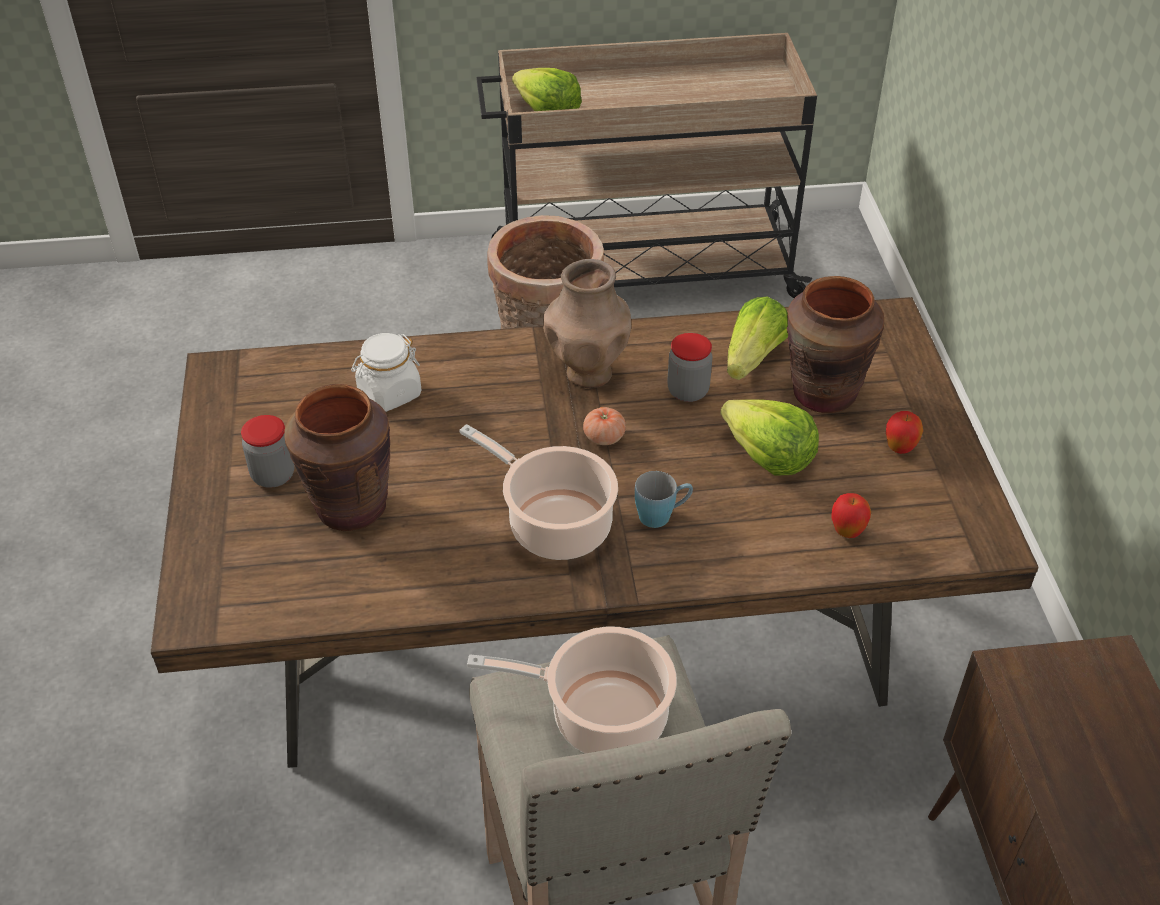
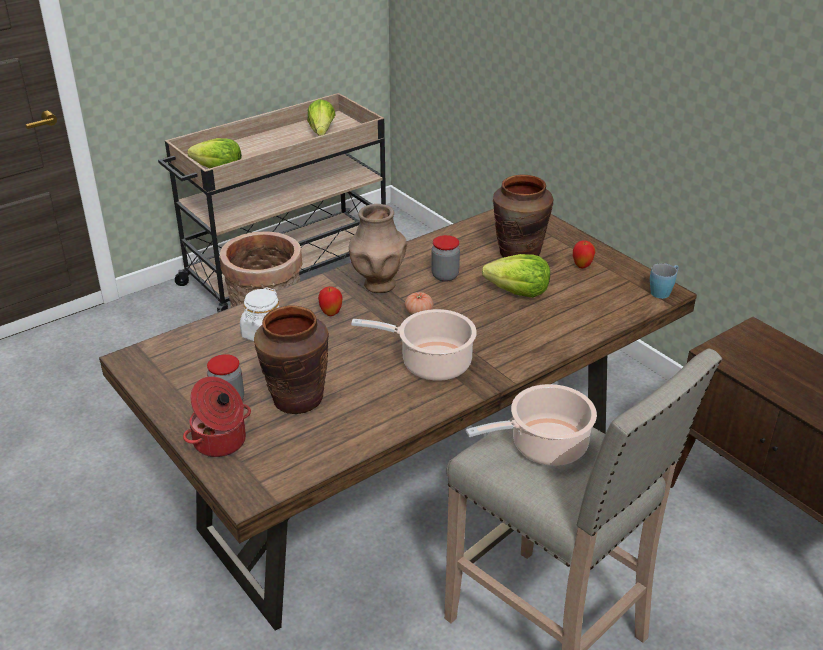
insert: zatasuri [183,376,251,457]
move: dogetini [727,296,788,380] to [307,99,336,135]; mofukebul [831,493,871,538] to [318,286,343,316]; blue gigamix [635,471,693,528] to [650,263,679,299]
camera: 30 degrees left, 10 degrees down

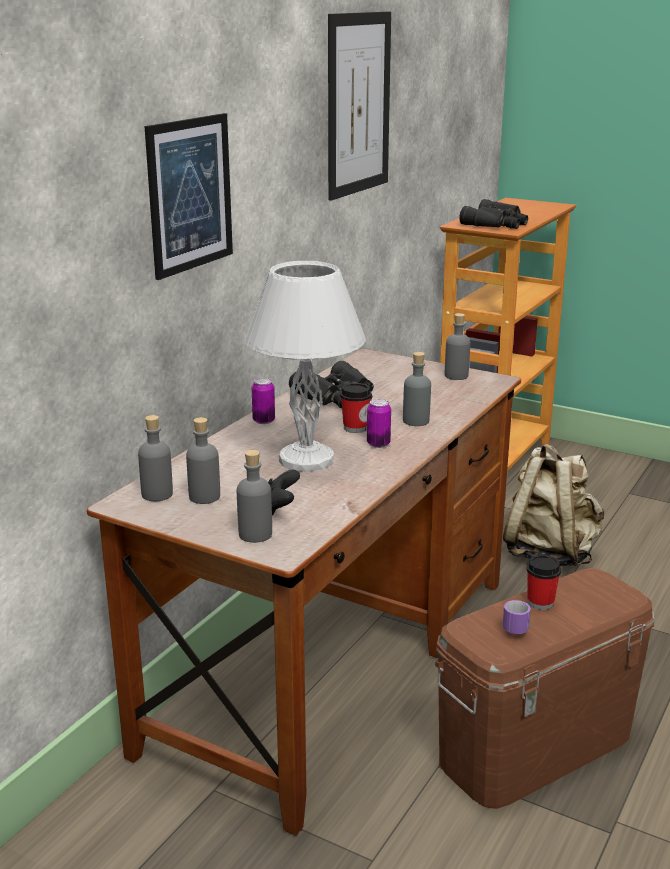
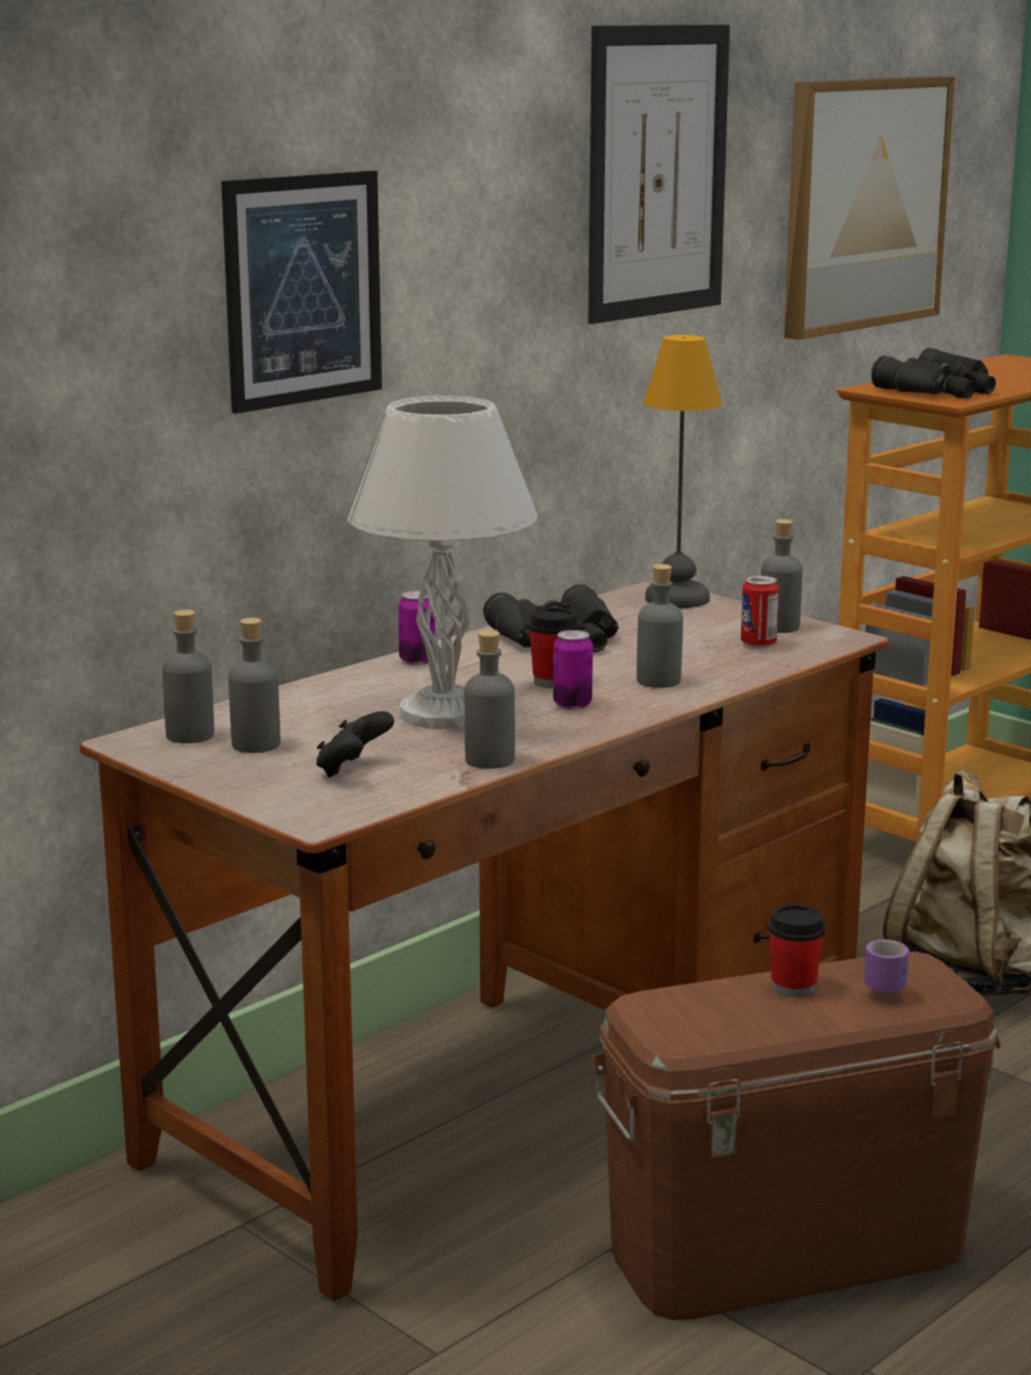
insert: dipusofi [643,335,722,608]; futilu [741,576,779,648]; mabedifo [784,76,955,340]
move: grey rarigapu [237,450,272,543] to [464,630,515,769]; gigamix [503,600,531,634] to [864,939,909,992]
camera: 15 degrees right, 5 degrees down

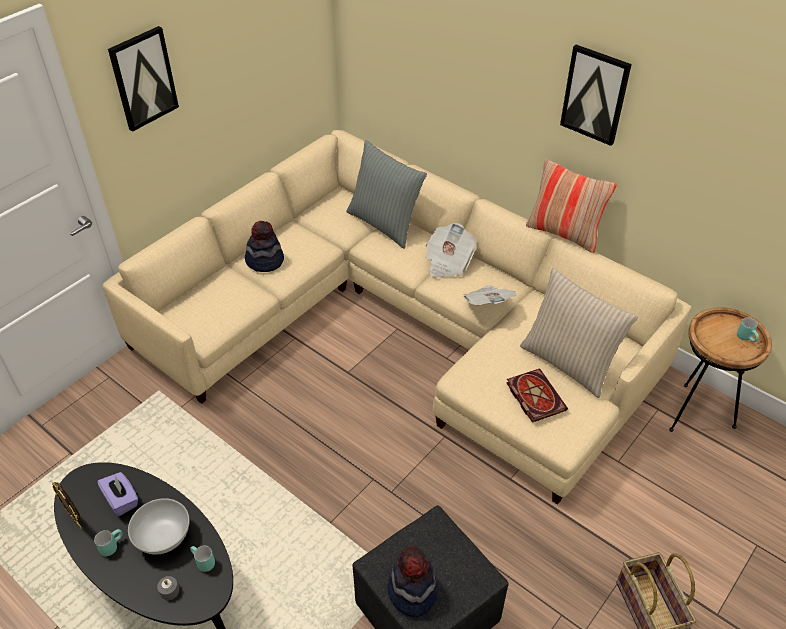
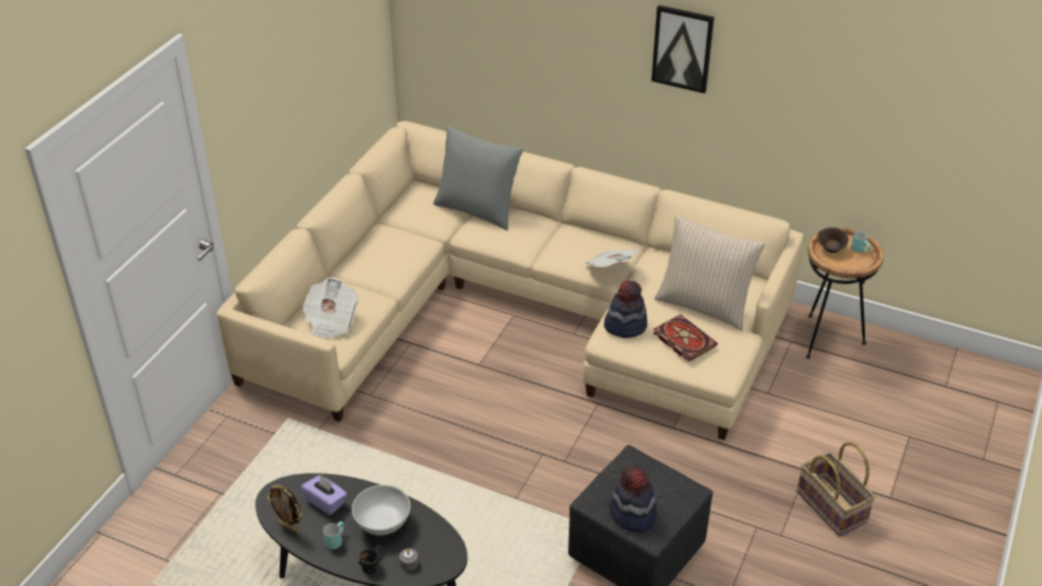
delete: mabedifo [108,26,179,132]; turquoise gigamix [190,546,215,572]; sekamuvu [526,159,617,253]
insert: black gigamix [358,545,381,574]; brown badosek [818,227,848,253]
move: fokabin [426,223,477,278] to [302,277,359,340]; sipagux [245,221,284,272] to [604,281,647,338]
camera: 15 degrees left, 5 degrees down

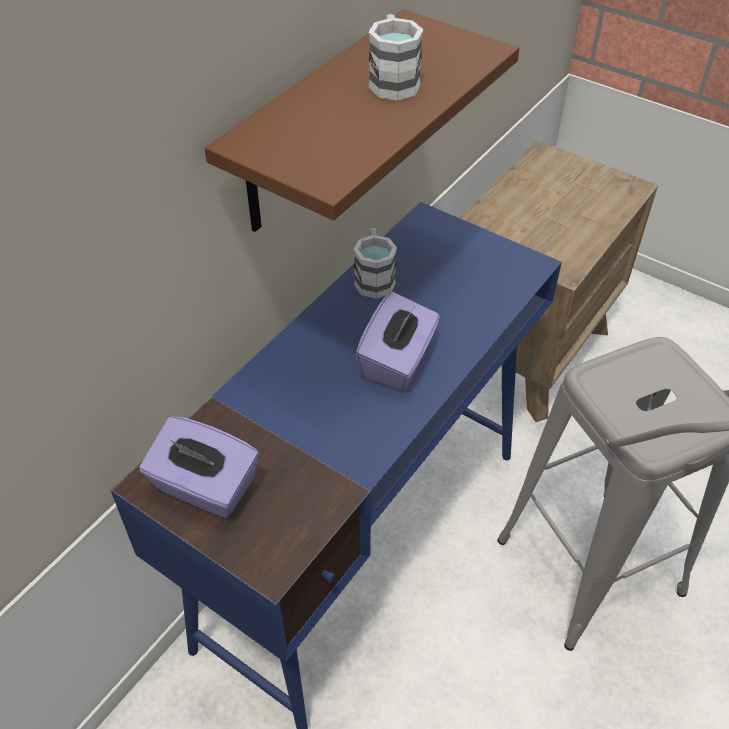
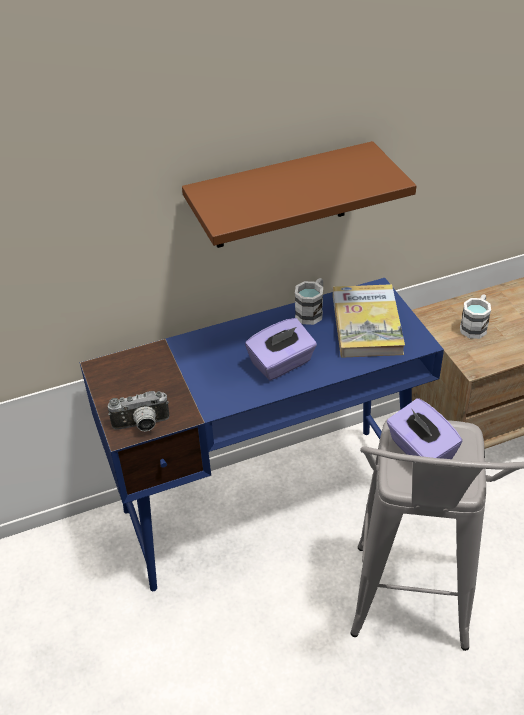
insert: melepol [108,391,169,431]; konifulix [333,284,405,358]
move: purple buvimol [139,416,259,518] to [387,398,463,459]; white gigamix [368,14,423,101] to [460,295,491,339]
camera: 35 degrees right, 5 degrees down

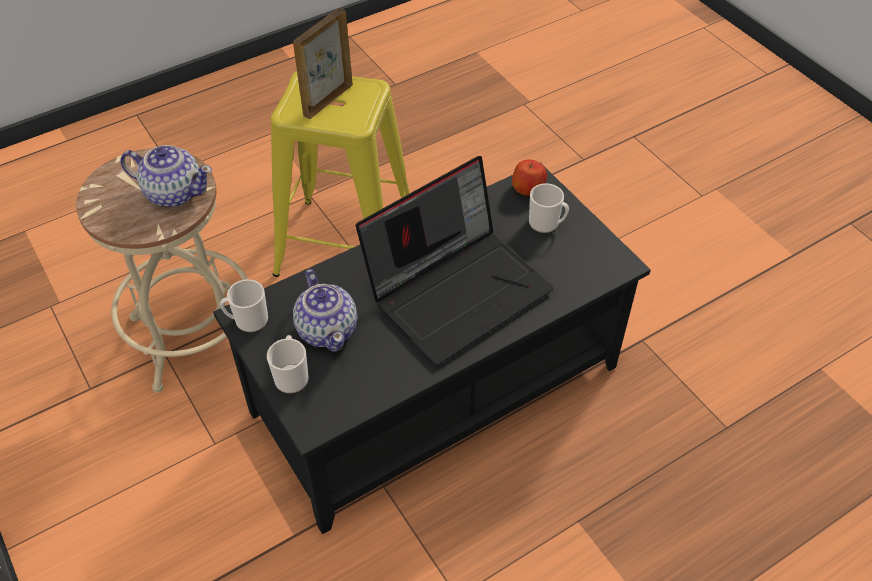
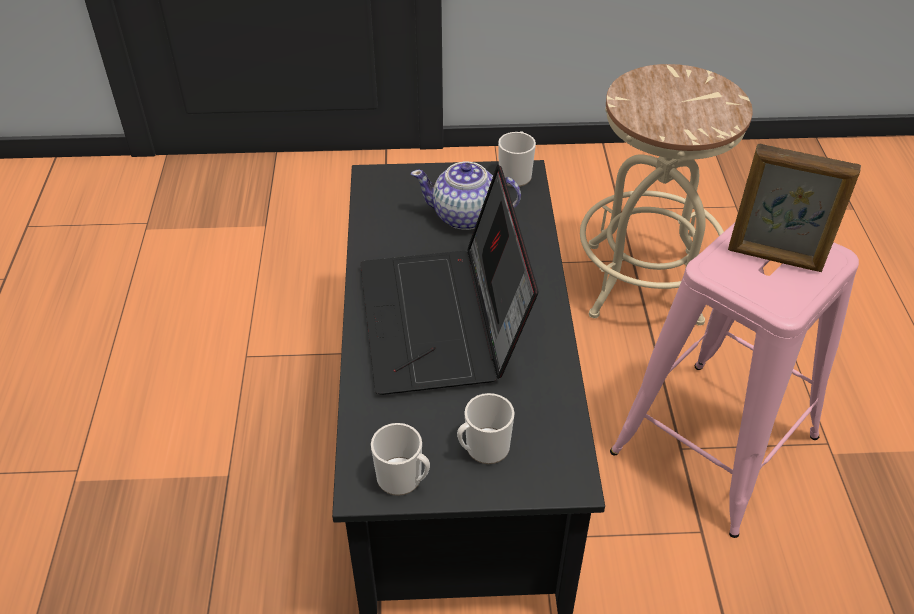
delete: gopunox [120,145,212,207]; mofukebul [512,160,547,196]
move: gigamix [267,335,309,393] to [371,423,430,496]
recolor: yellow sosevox [271,71,410,277] to pink sosevox [610,223,859,538]
rotate: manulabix [293,8,353,119] = [728,143,861,272] 135 degrees clockwise
camera: 120 degrees right, 5 degrees down

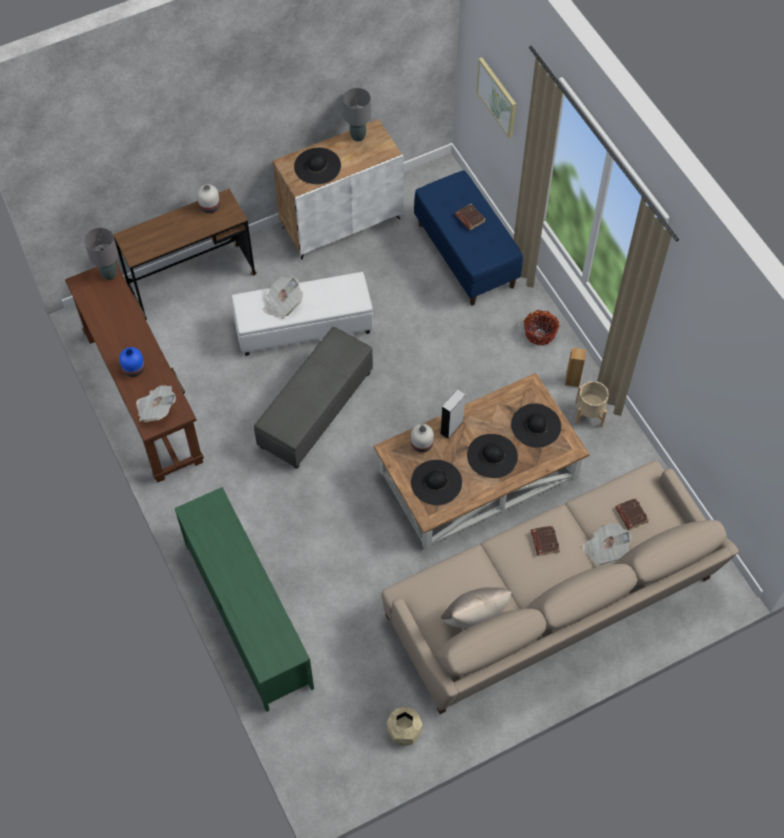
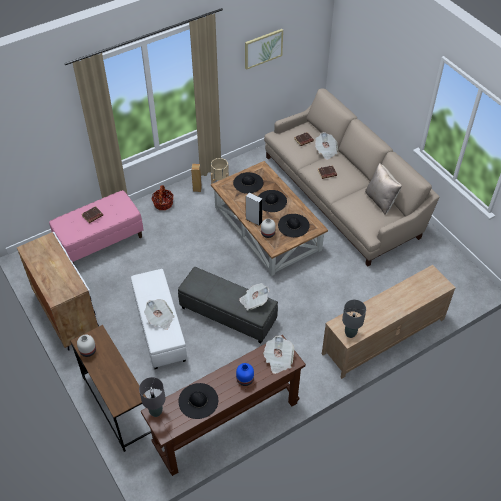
delete: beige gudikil [386,707,423,746]
insert: fokabin [239,283,269,311]
move: black sipagux [294,148,341,184] to [178,383,218,419]; mabedifo [476,57,516,138] to [245,29,283,70]; grey dipusofi [343,88,371,142] to [342,300,366,338]
recolor: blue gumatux [414,170,523,306] to pink gumatux [49,190,144,264]; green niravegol [174,487,314,712] to beige niravegol [322,265,456,379]
camera: 95 degrees left, 10 degrees down

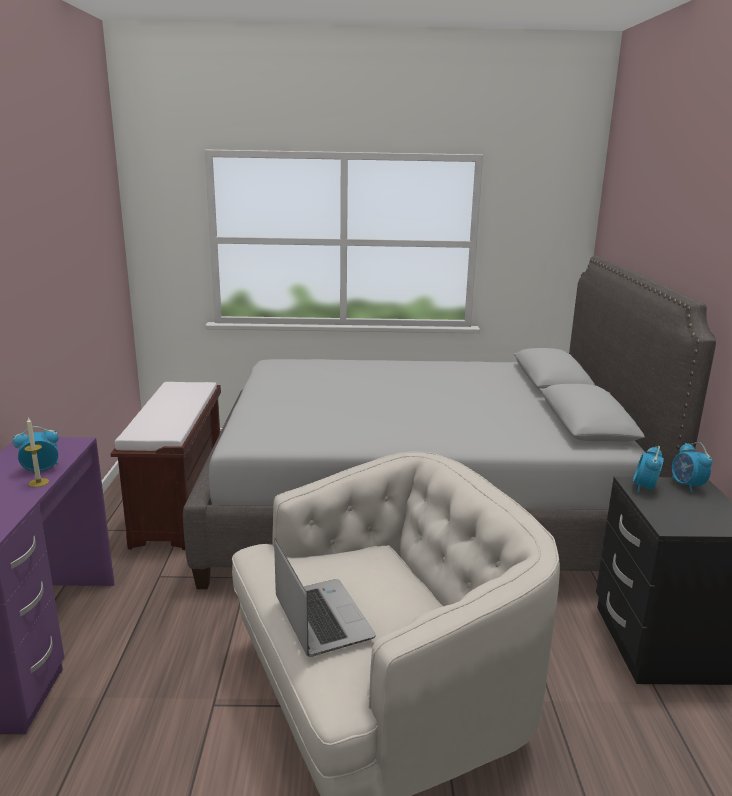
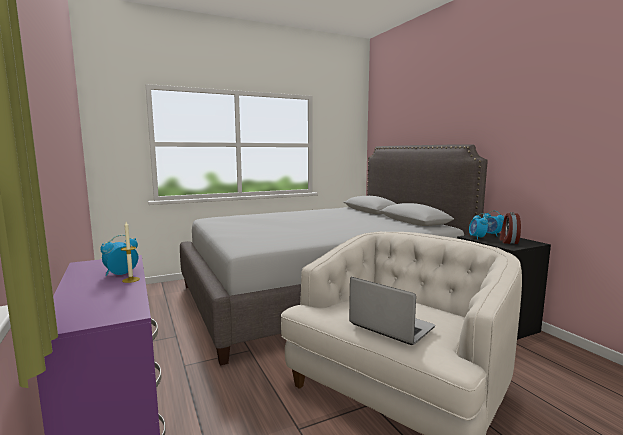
delete: brown gumatux [110,382,221,550]
insert: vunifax [500,212,521,244]
camera: 25 degrees left, 10 degrees down

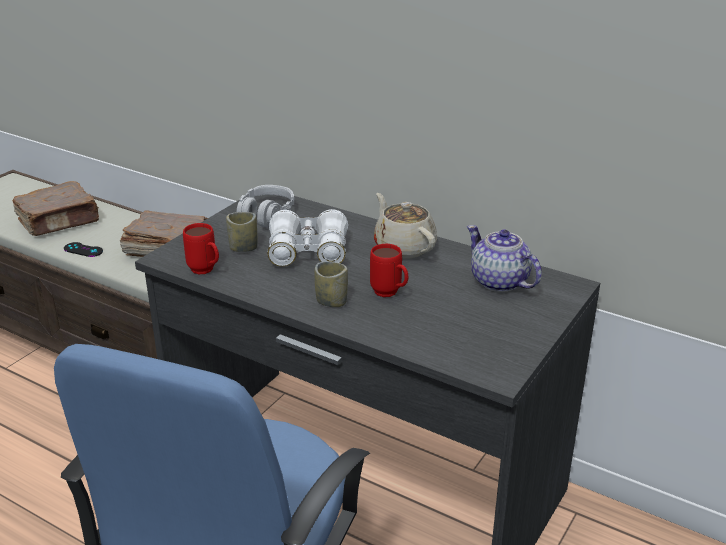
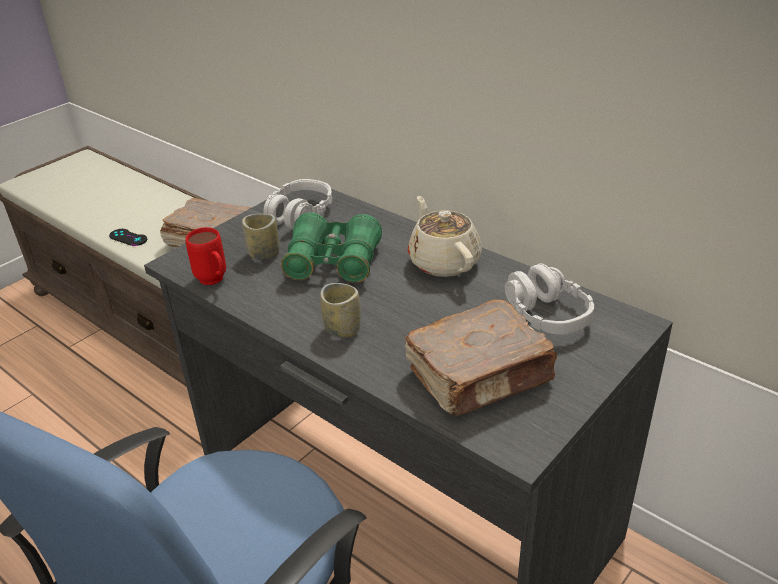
delete: red gigamix [370,244,409,297]
move: brown konifulix [12,181,99,236] to [405,300,558,416]
replace: gopunox [467,225,542,292] to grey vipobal [505,263,594,335]
recolor: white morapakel [267,209,348,267] to green morapakel [281,212,382,283]
camera: 10 degrees right, 5 degrees up

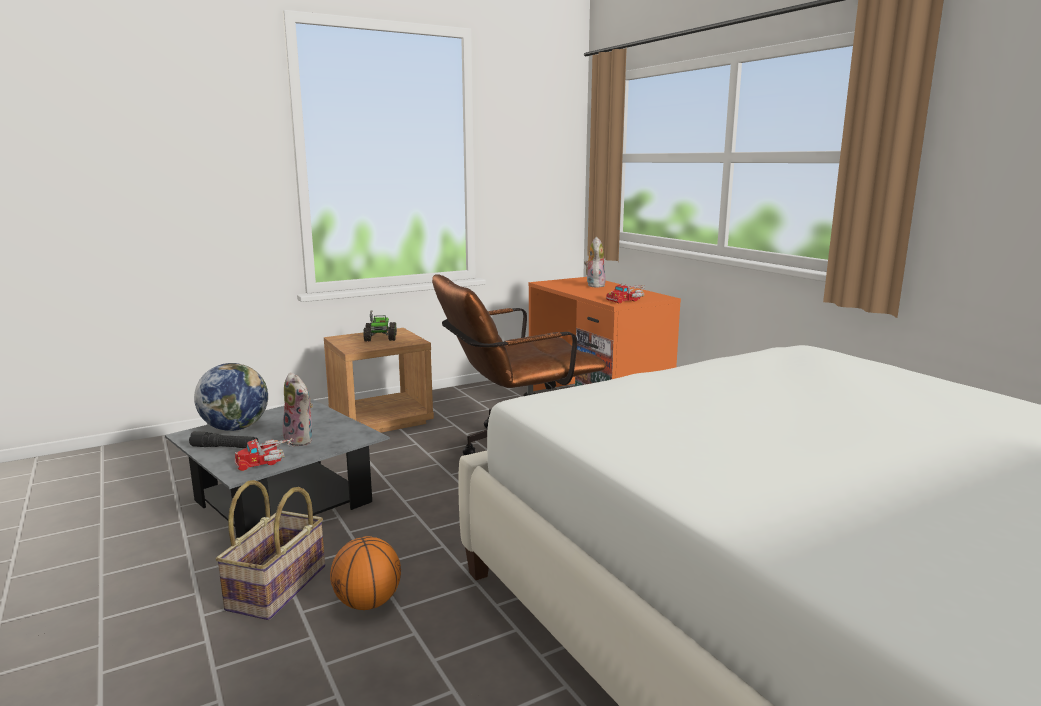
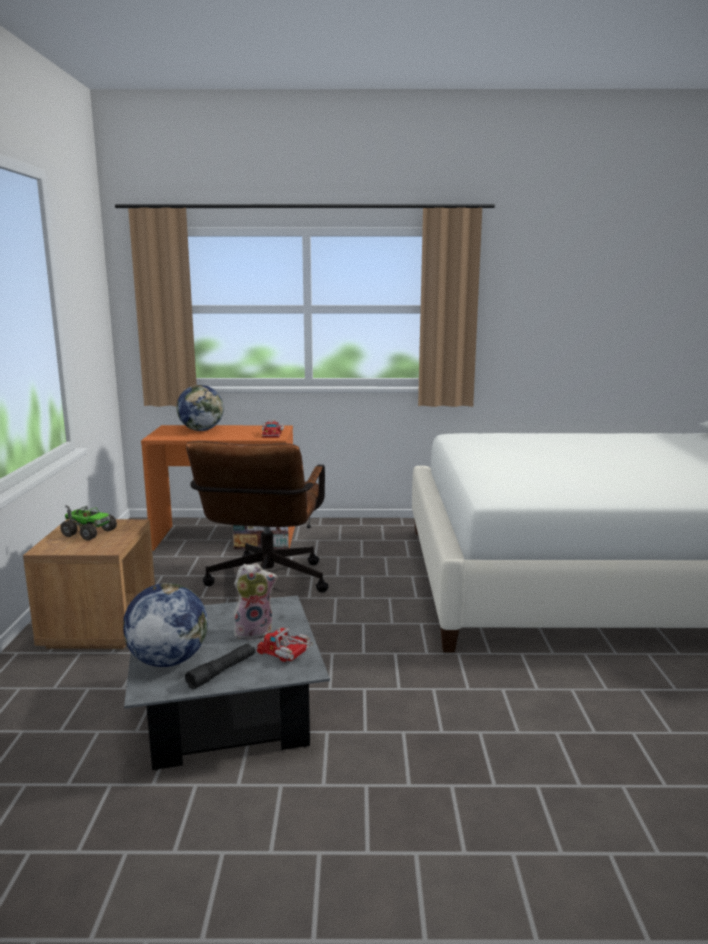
delete: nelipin [216,480,325,620]; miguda [330,536,401,610]
replace: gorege [584,237,606,288] to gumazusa [176,385,224,431]
rotate: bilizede [235,438,293,471] = [257,628,313,662] 120 degrees clockwise
camera: 60 degrees left, 0 degrees up

